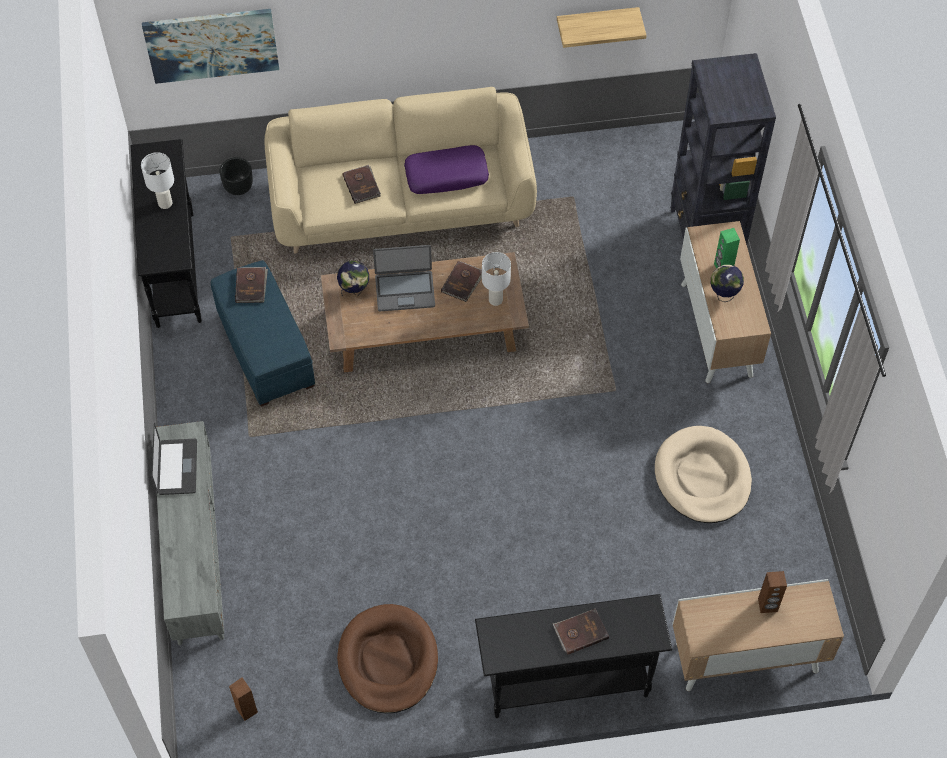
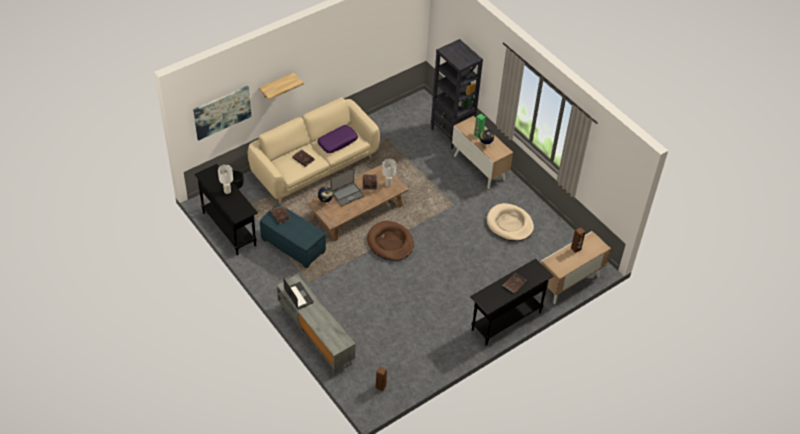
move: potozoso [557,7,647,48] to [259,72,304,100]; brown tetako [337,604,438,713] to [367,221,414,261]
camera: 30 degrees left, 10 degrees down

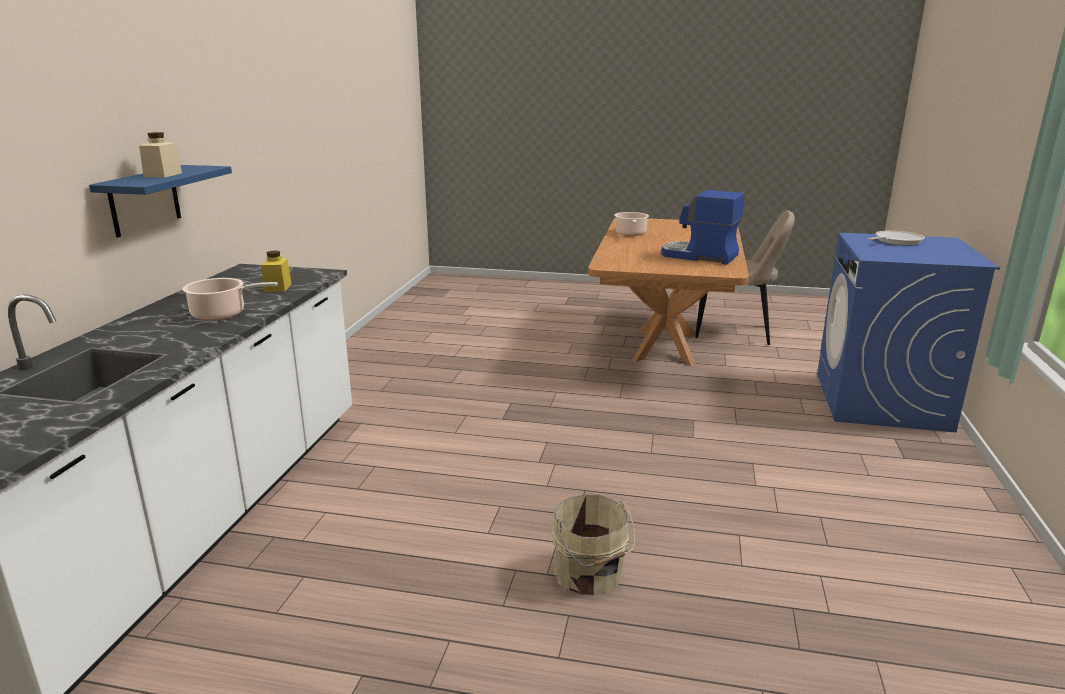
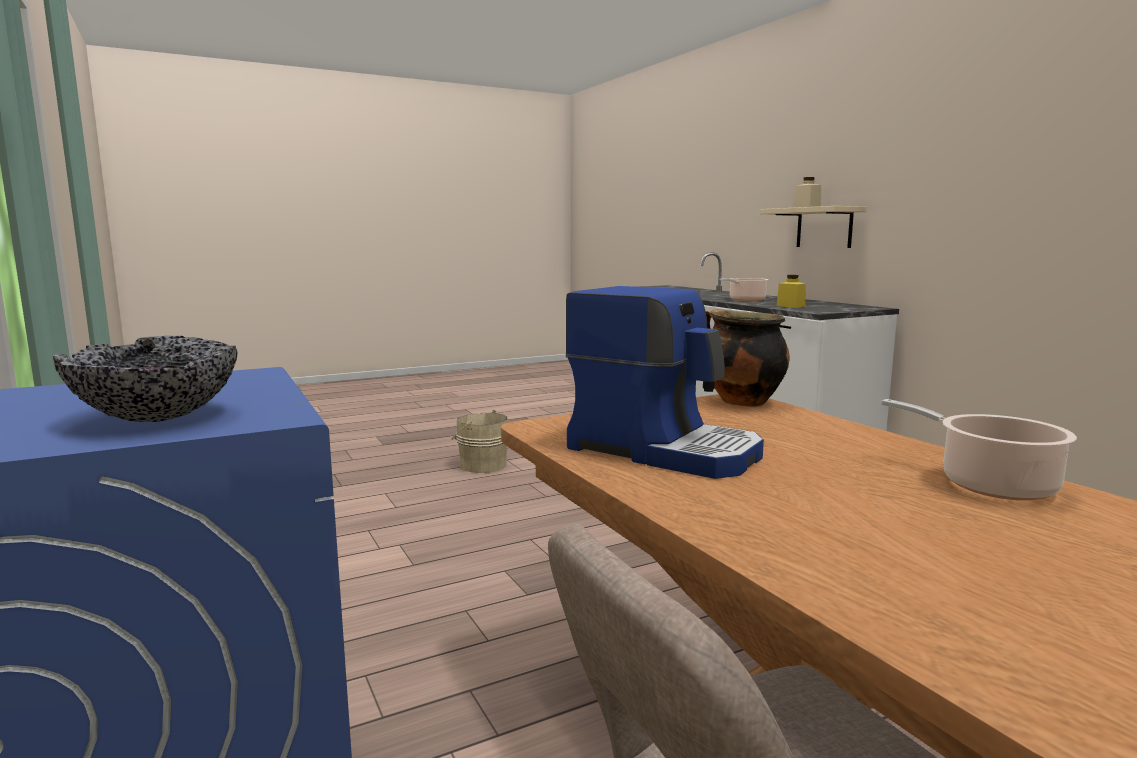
insert: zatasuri [706,309,790,407]
replace: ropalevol [868,230,925,245] to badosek [53,336,237,422]
recolor: blue potozoso [89,165,232,238] to beige potozoso [760,206,866,248]
rotate: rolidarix [661,190,745,265] = [566,286,764,479] 45 degrees clockwise
camera: 140 degrees right, 10 degrees down

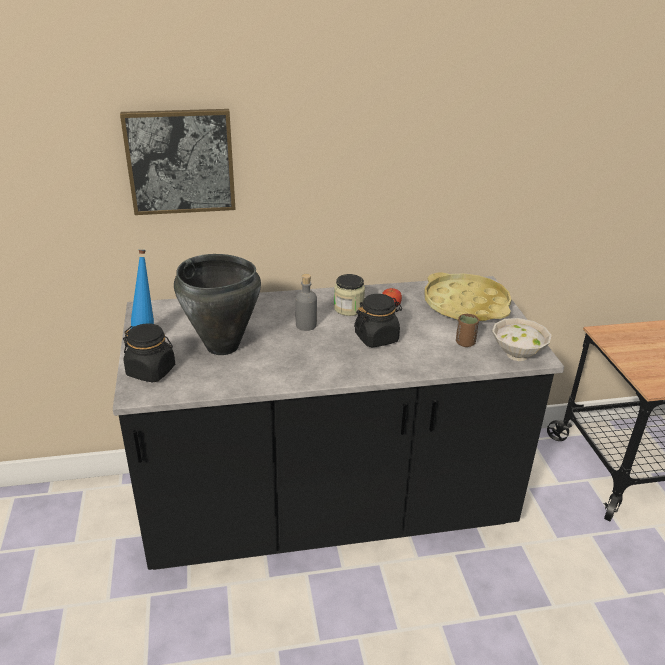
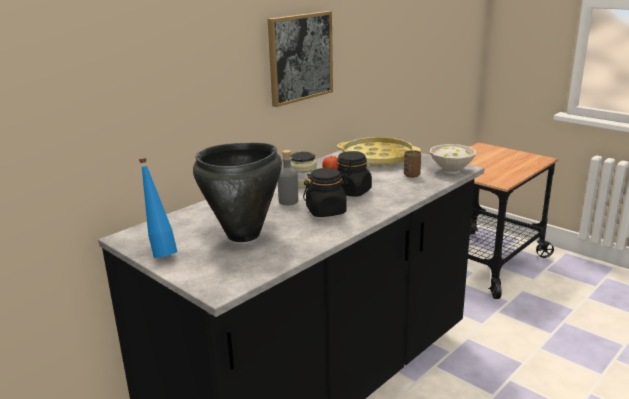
move: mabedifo [120,109,236,215] to [268,11,333,107]; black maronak [123,323,175,382] to [303,168,349,217]
camera: 35 degrees left, 10 degrees down

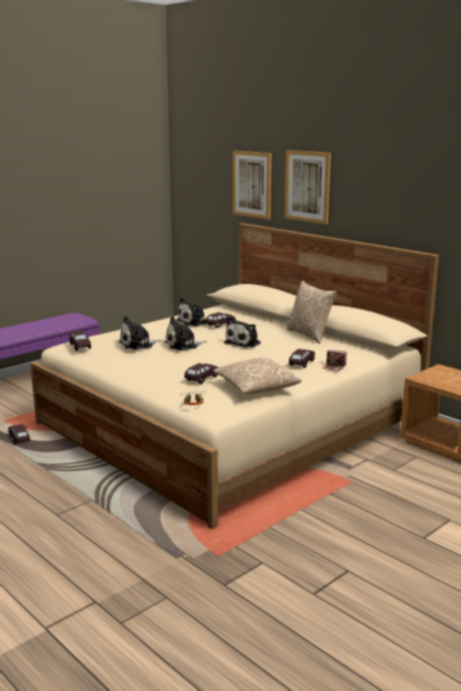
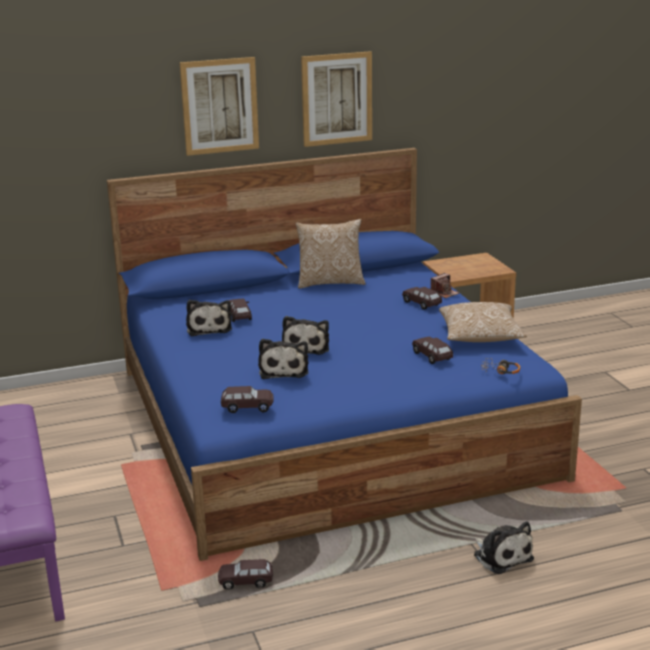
move: mabedifo [232,151,271,220] to [301,51,372,147]; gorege [224,317,261,348] to [474,521,534,574]
recolor: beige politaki [30,223,439,529] to blue politaki [107,148,582,561]
camera: 65 degrees left, 5 degrees up

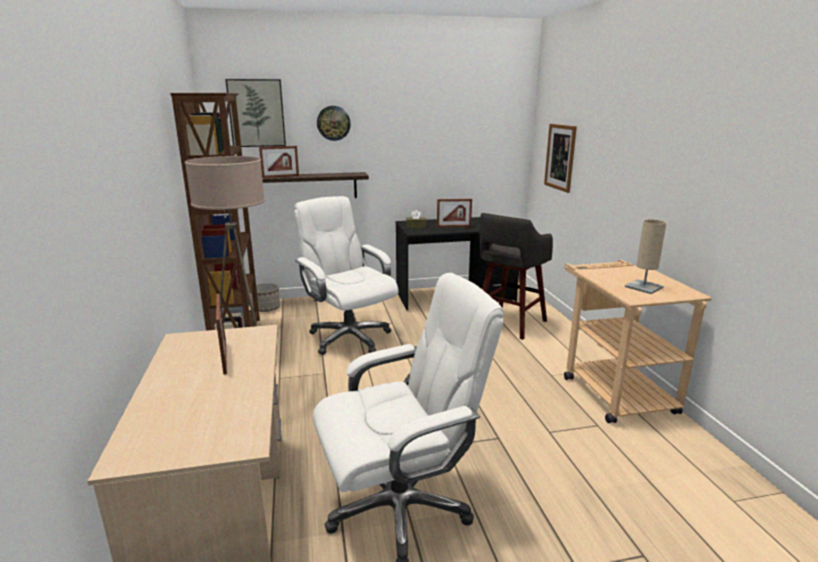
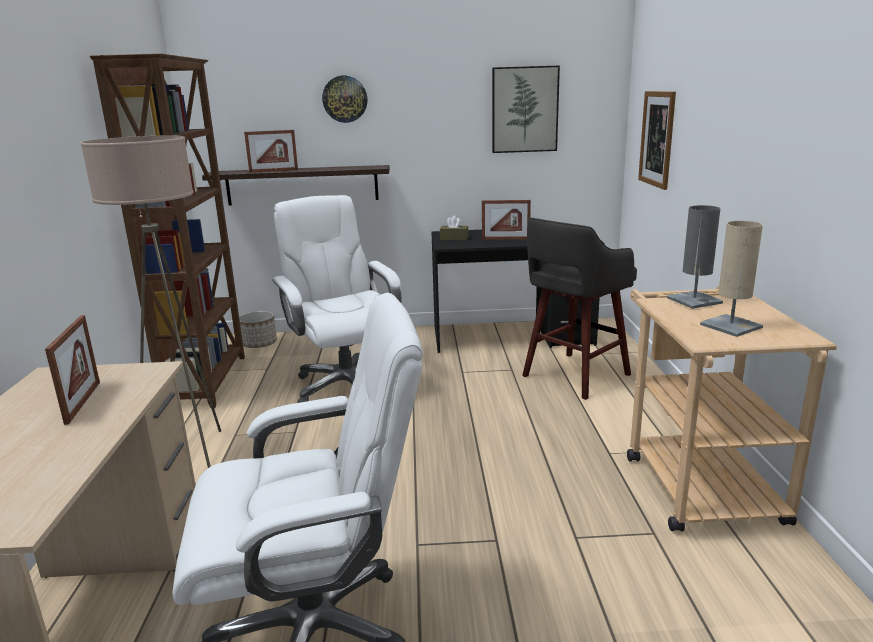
insert: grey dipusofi [667,205,723,309]
move: mabedifo [226,79,286,147] to [492,65,560,153]
camera: 10 degrees right, 0 degrees up

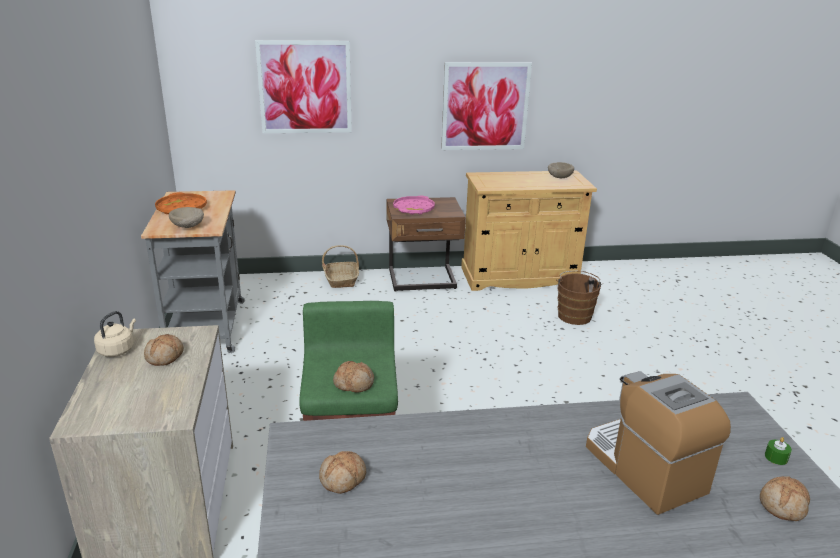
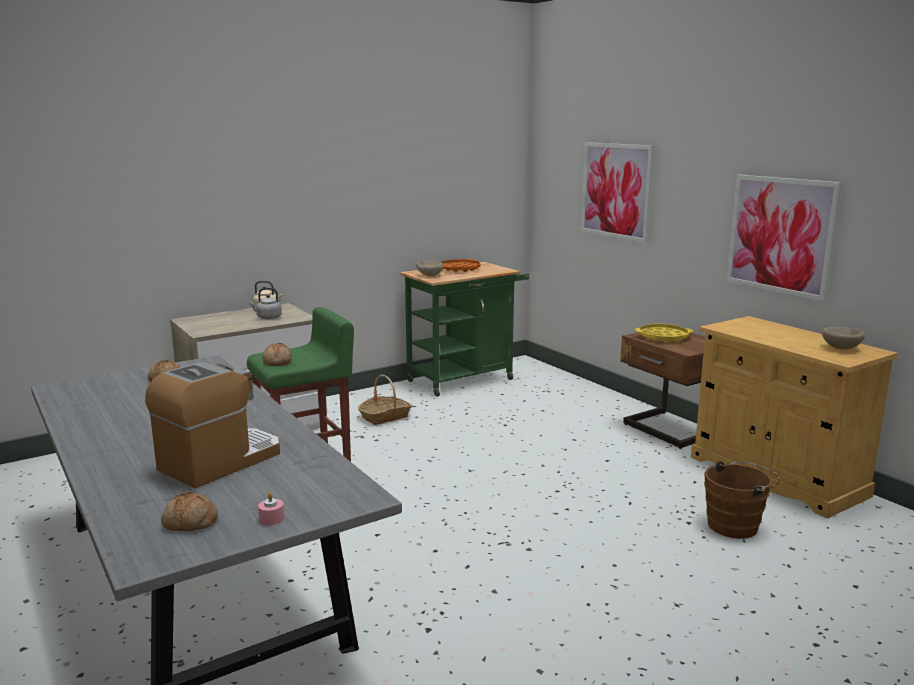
move: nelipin [322,245,359,288] to [358,375,412,425]
replace: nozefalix [144,334,184,366] to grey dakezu [249,288,282,320]
recolor: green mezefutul [765,437,792,465] to pink mezefutul [258,492,284,525]; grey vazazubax [141,190,245,353] to green vazazubax [400,262,529,397]; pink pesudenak [393,196,435,215] to yellow pesudenak [634,324,693,342]
camera: 65 degrees right, 10 degrees down

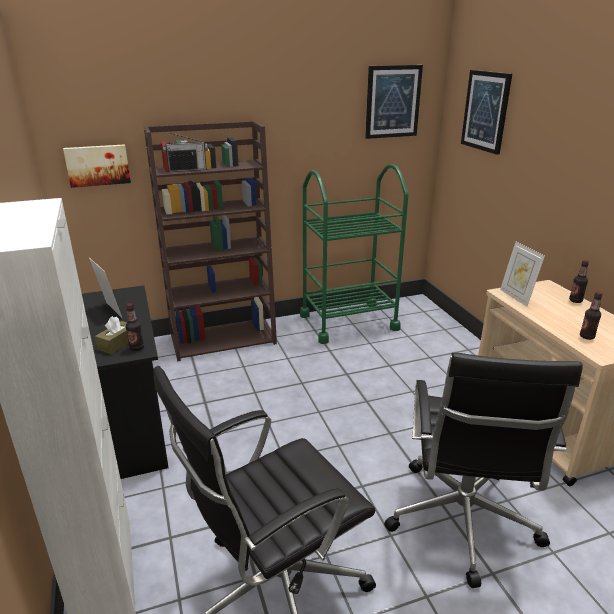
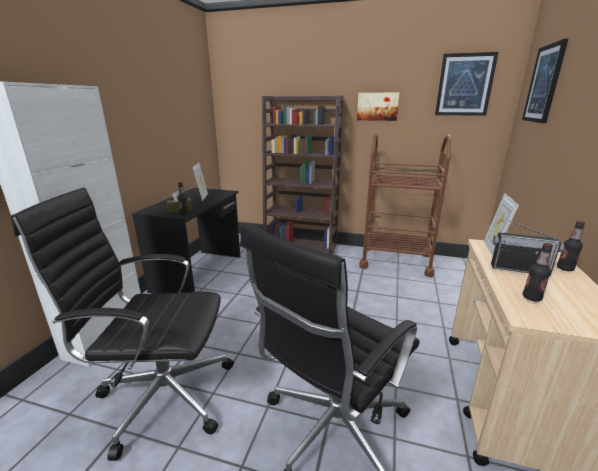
move: mabedifo [63,144,131,188] to [357,93,400,121]; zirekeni [163,132,208,172] to [491,220,564,276]
recolor: green vazazubax [300,164,408,344] to brown vazazubax [359,133,451,277]
camera: 35 degrees right, 5 degrees down

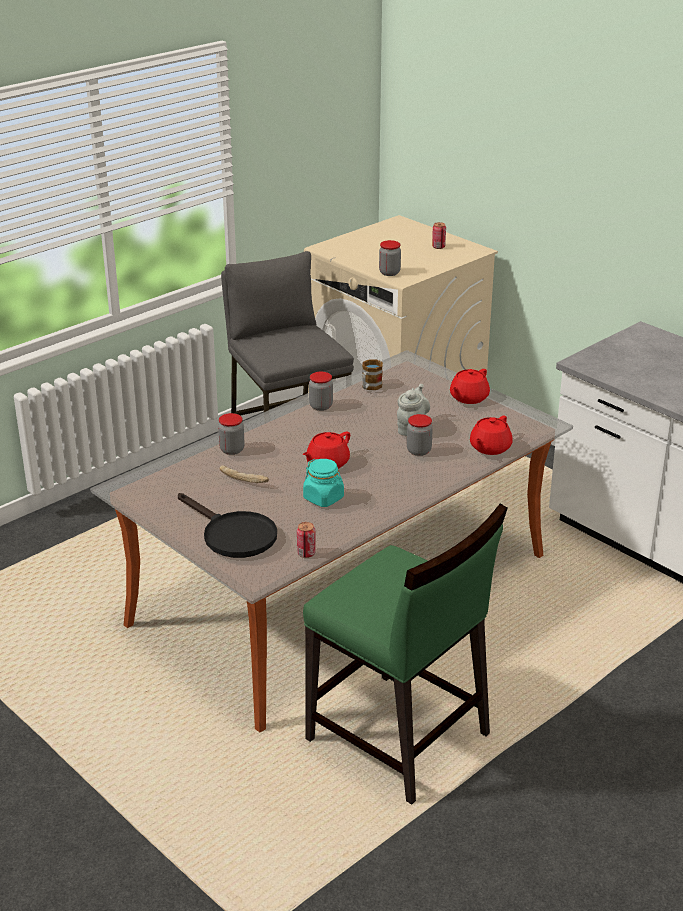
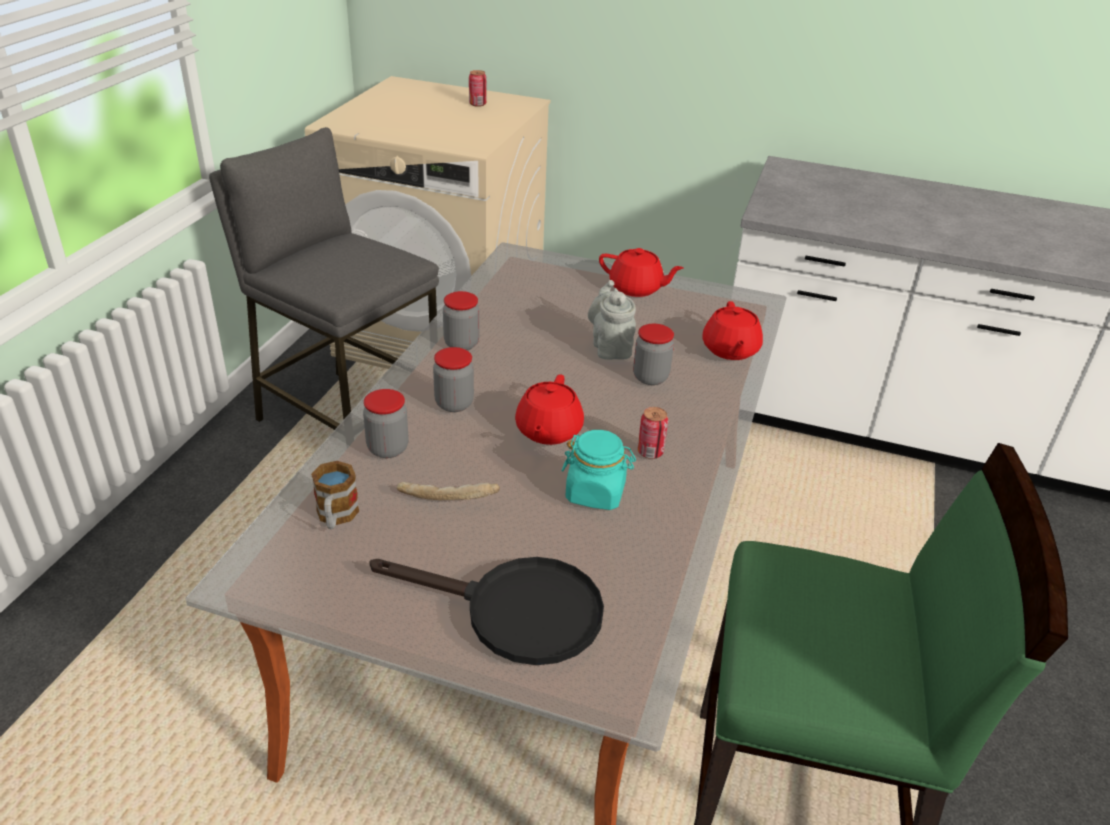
move: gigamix [362,359,383,390] to [311,461,359,529]; maronak [379,240,401,276] to [433,347,474,412]; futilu [297,522,316,558] to [638,407,668,459]
rotate: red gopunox [450,369,490,404] = [599,248,684,297] 75 degrees counterclockwise
camera: 30 degrees left, 5 degrees up

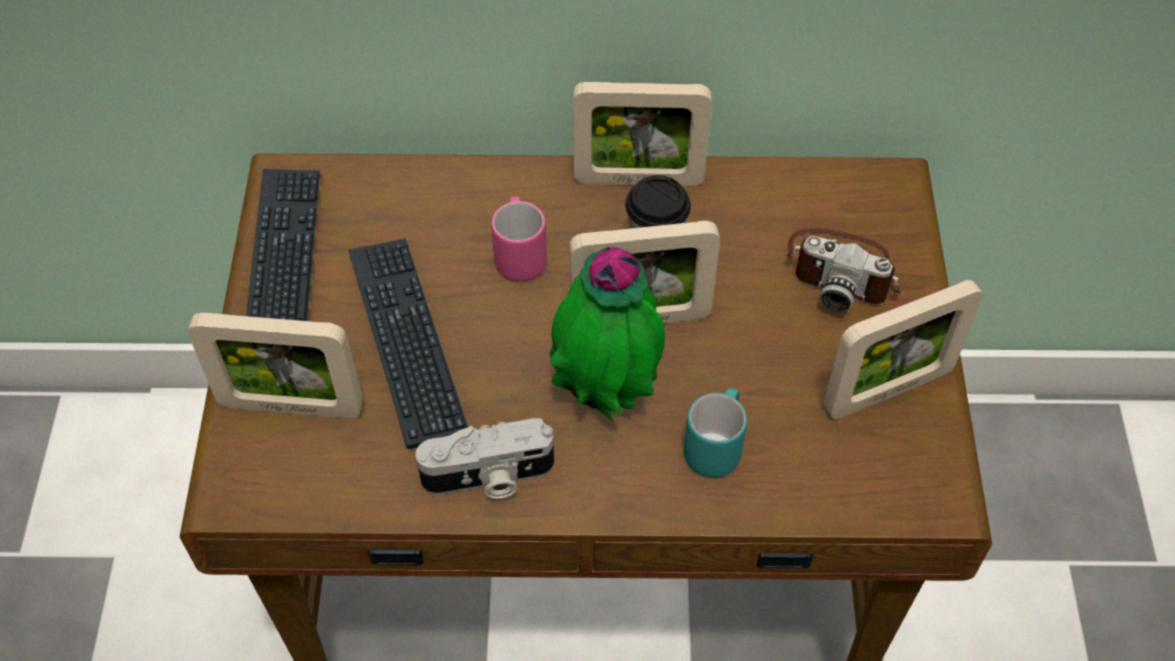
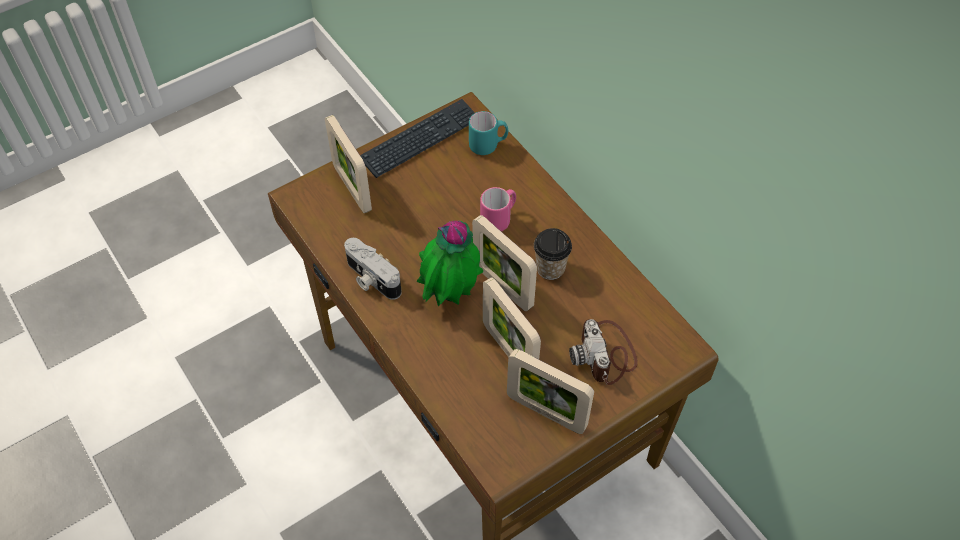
delete: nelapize [348,238,468,449]
move: turquoise gigamix [684,388,747,478] to [469,111,508,155]; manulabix [572,82,712,186] to [483,277,541,359]
camera: 55 degrees right, 0 degrees up

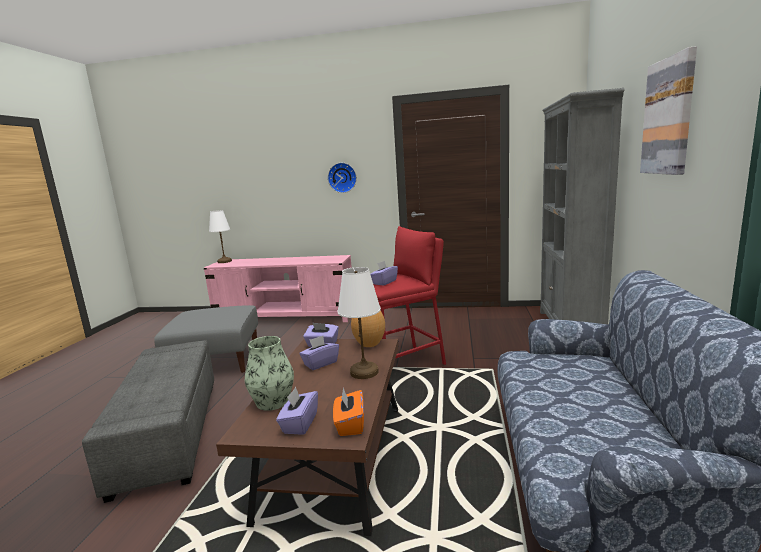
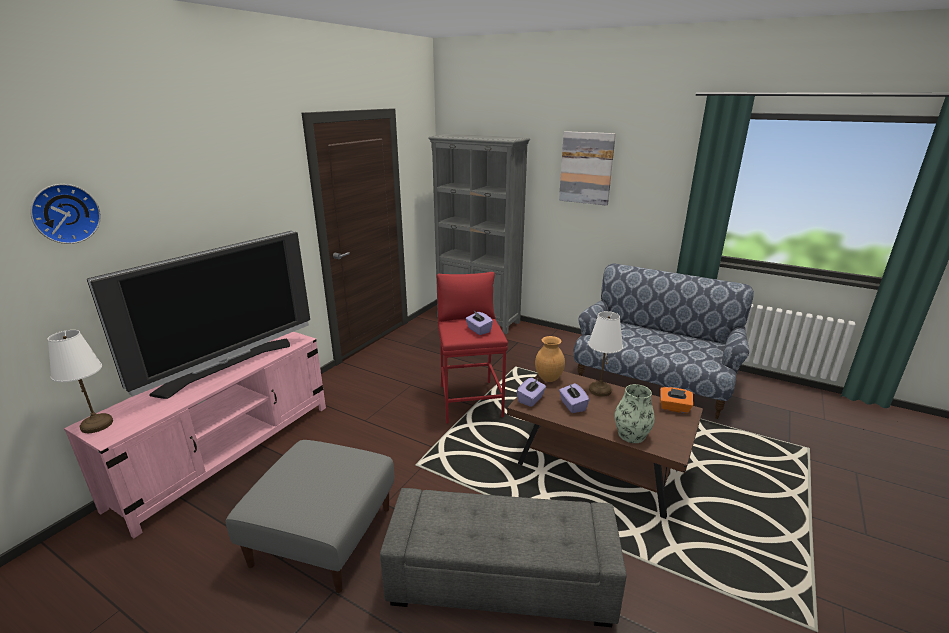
delete: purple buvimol [276,387,318,435]
insert: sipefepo [87,231,310,399]
move: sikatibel [328,163,357,193] to [30,184,101,244]
camera: 70 degrees left, 10 degrees up

